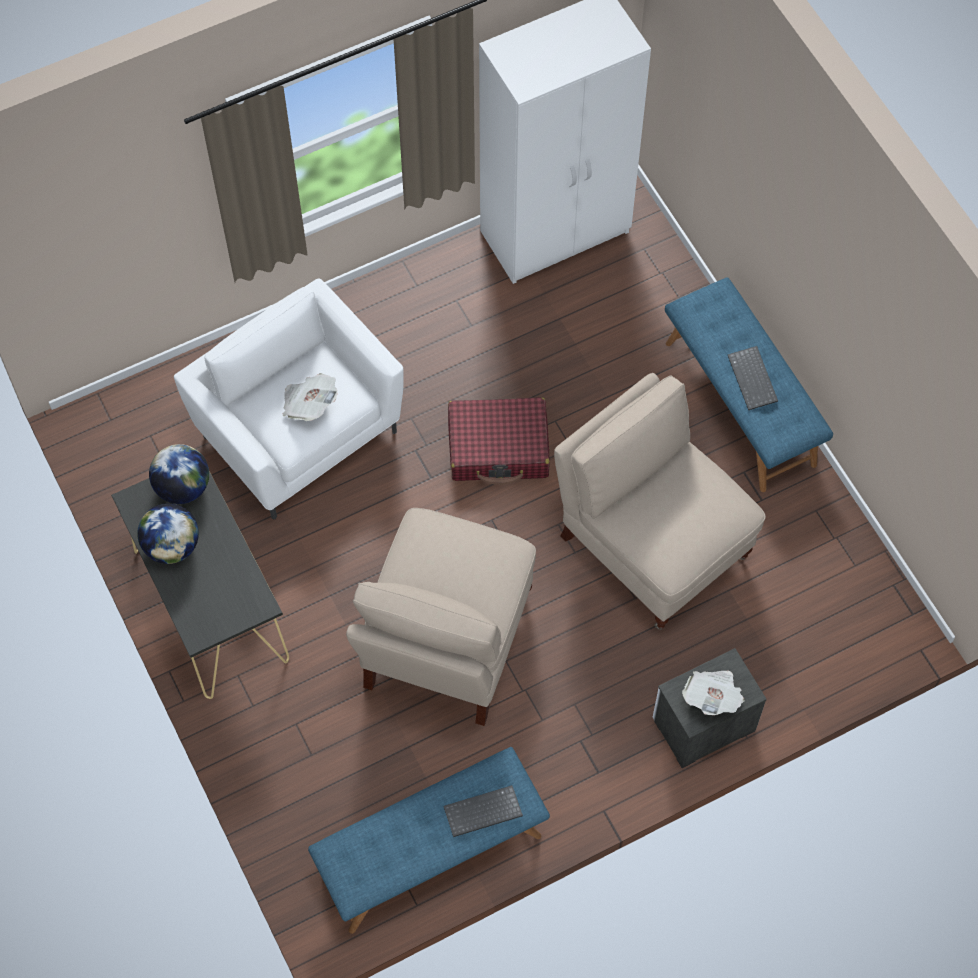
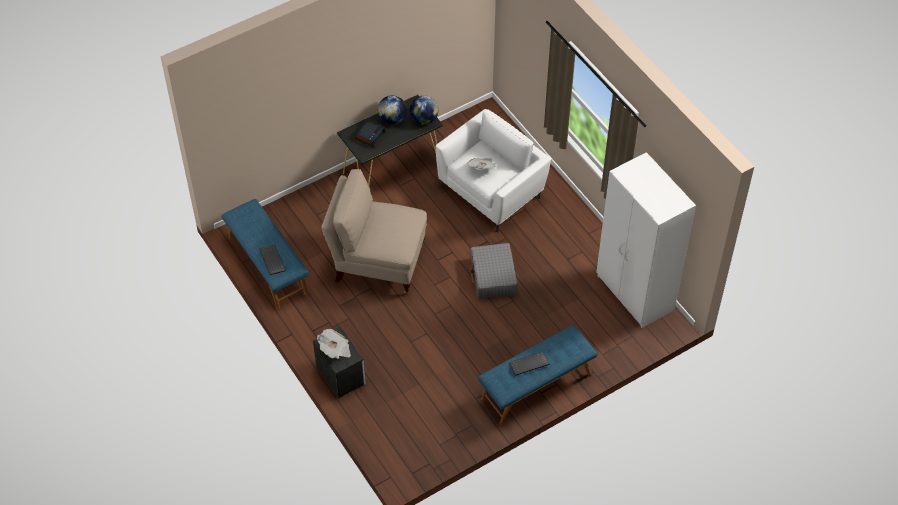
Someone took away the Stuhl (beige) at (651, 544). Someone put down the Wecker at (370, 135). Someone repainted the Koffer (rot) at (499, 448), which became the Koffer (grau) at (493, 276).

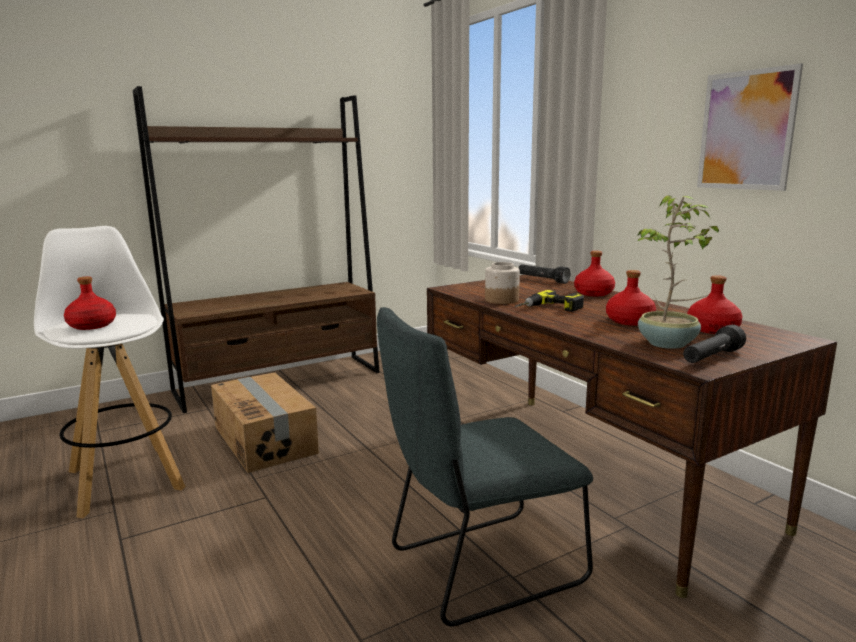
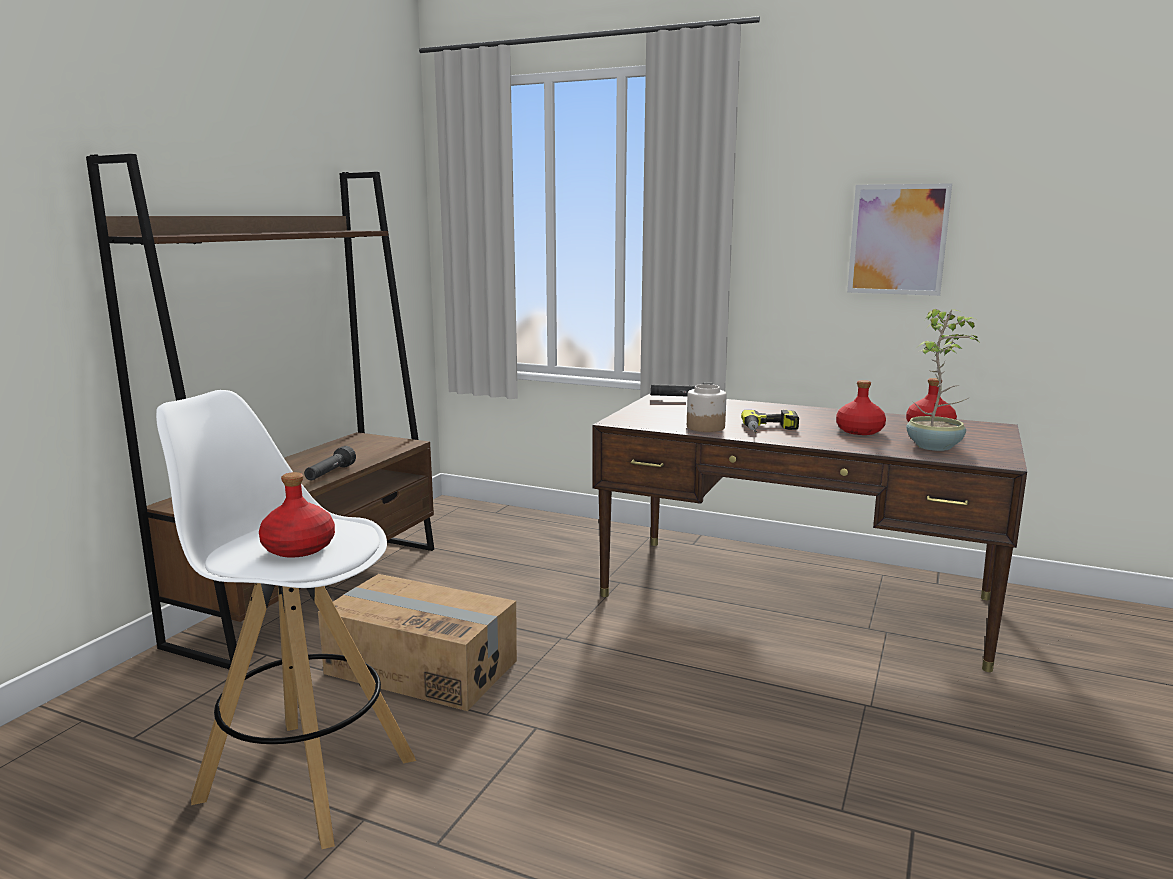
Someone took away the Stuhl (grau) at (478, 568). Someone took away the Flasche (rot) at (594, 293). Someone carried the Taschenlampe (schwarz) from (711, 358) to (330, 474).

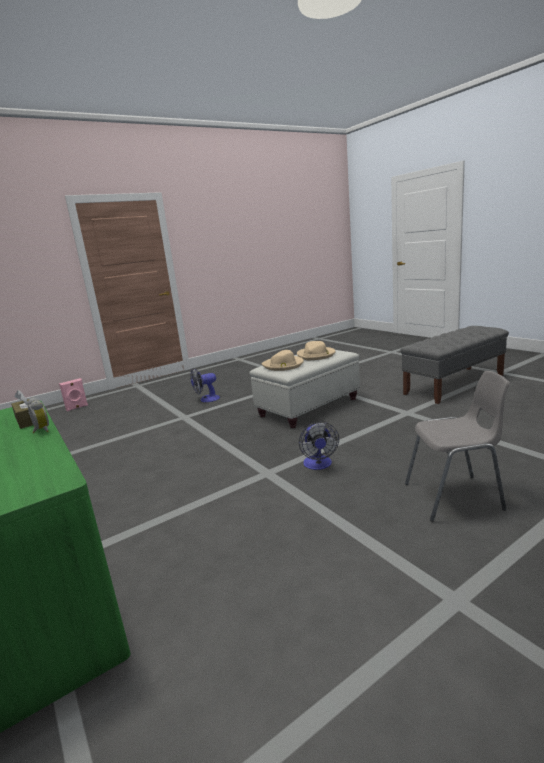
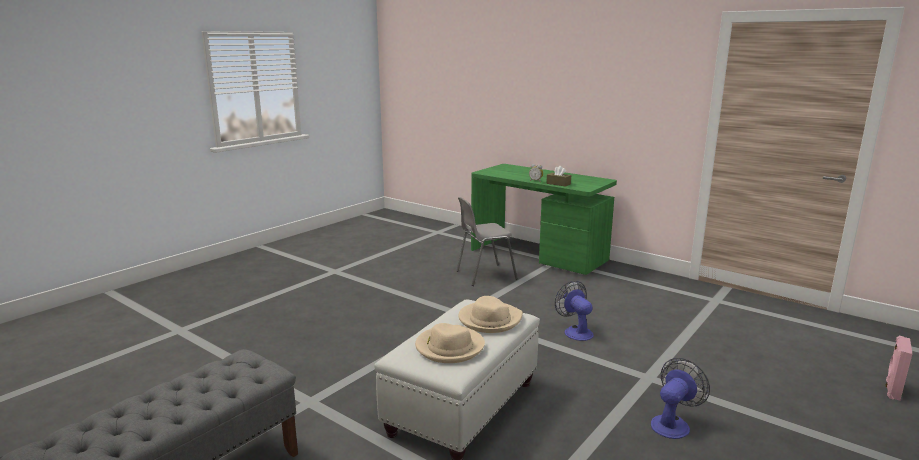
Someone carried the Ventilator from (318, 465) to (575, 331). Someone carried the Stuhl (grau) from (455, 497) to (484, 275).

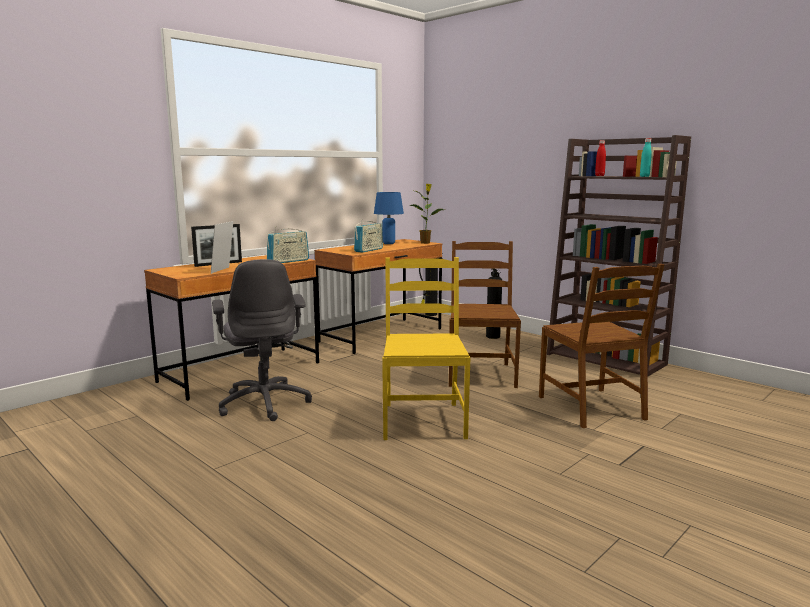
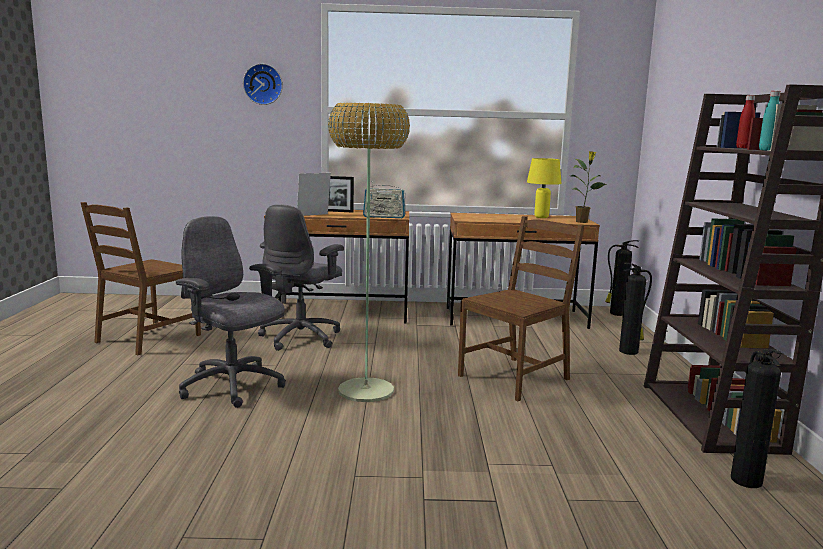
Someone took away the Radio at (368, 250). Someone put down the Bürostuhl (grau) at (233, 387). Someone put up the Wanduhr at (263, 84). Someone put down the Feuerlöscher at (745, 479). Someone carried the Stuhl (braun) from (592, 408) to (147, 338). Someone swapped the Stuhl (gelb) at (422, 420) for the Stehlampe at (366, 390). Someone repainted the Tischlampe (blau) at (389, 243), which became the Tischlampe (gelb) at (541, 217).

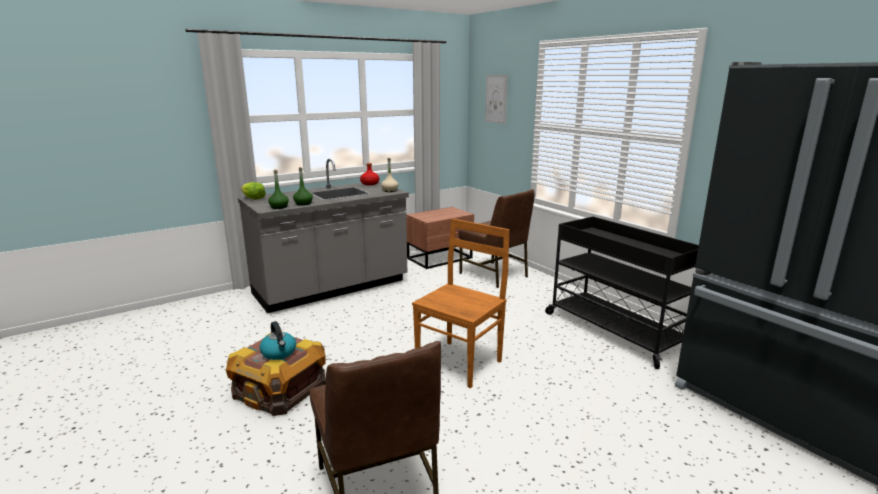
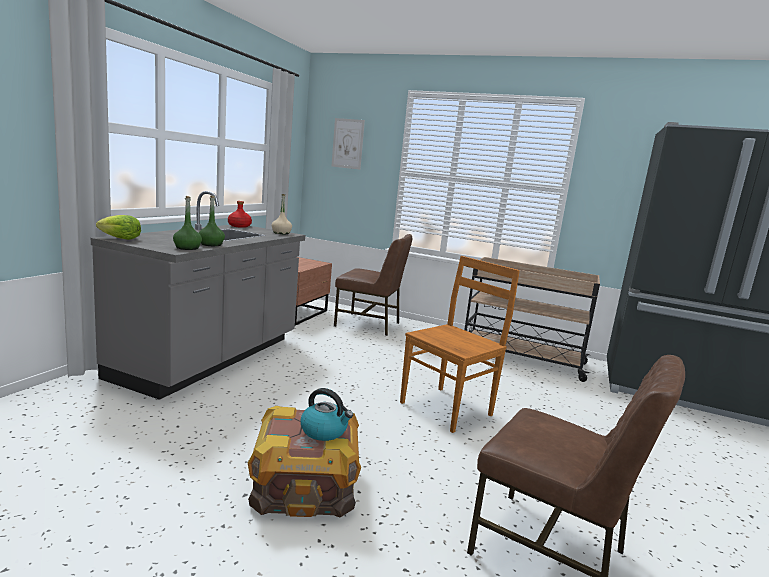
Someone repainted the Rollwagen (schwarz) at (613, 330), which became the Rollwagen (beige) at (519, 358). Someone rotated the Stuhl (braun) at (460, 362) by 45 degrees clockwise.

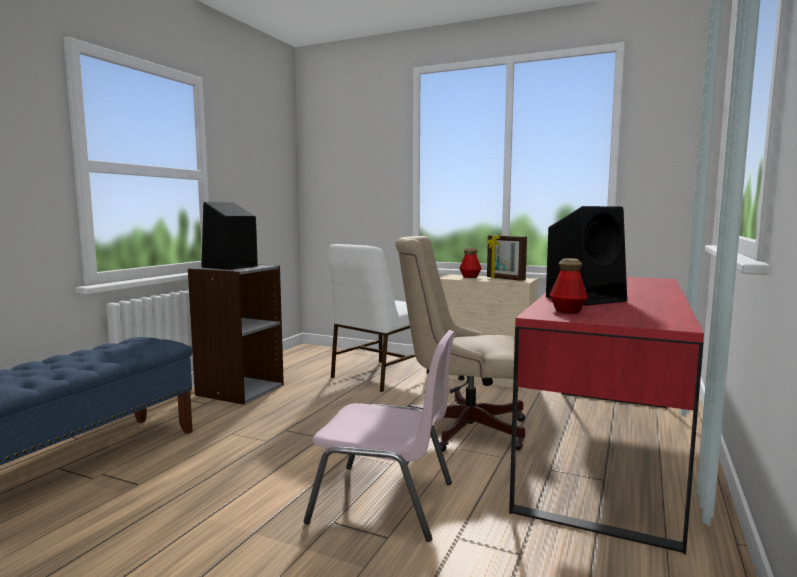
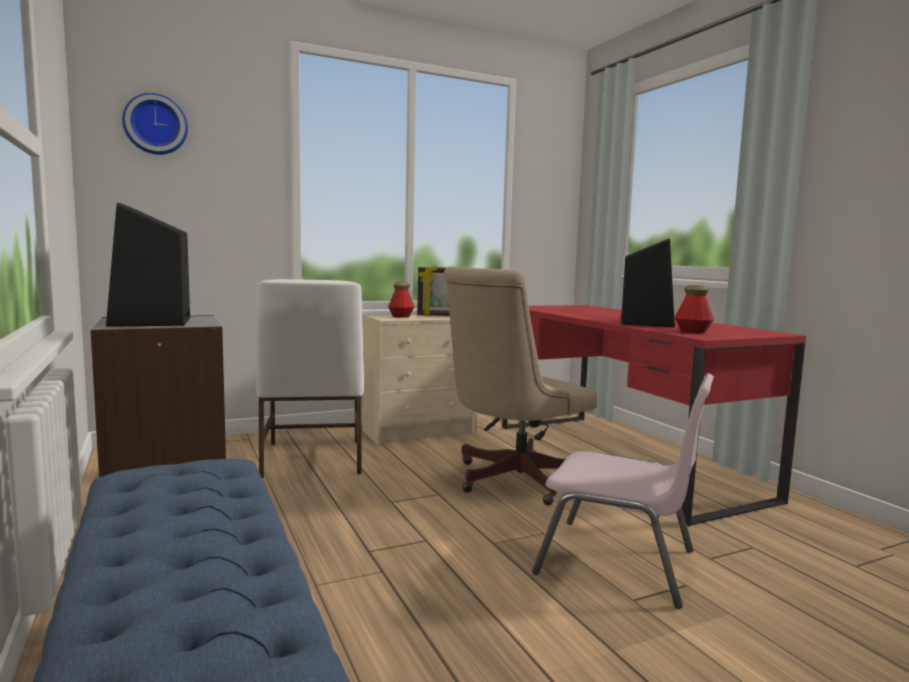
Someone put up the Wanduhr at (155, 125). Someone rotated the Stuhl (rosa) at (385, 502) by 60 degrees clockwise.

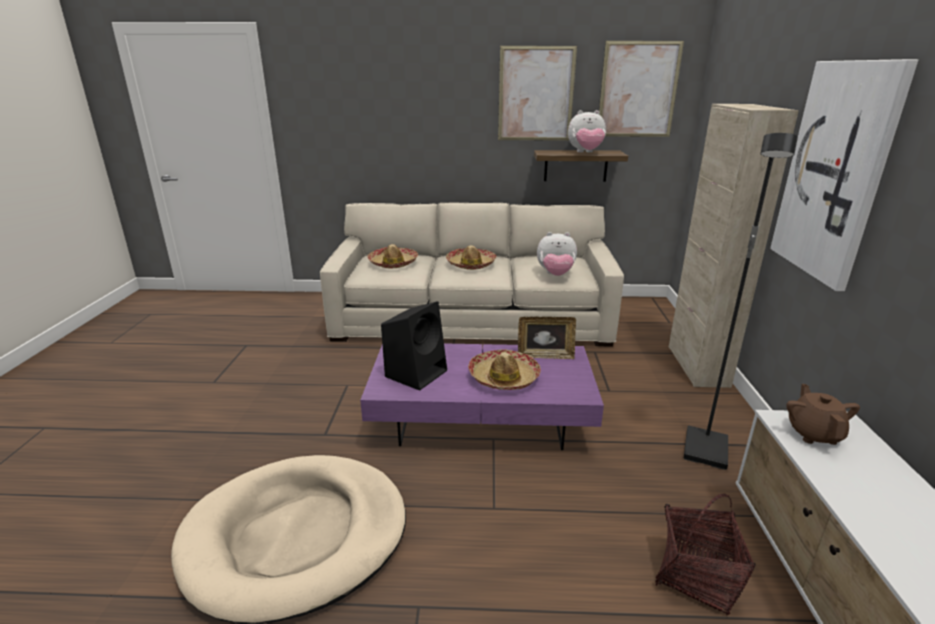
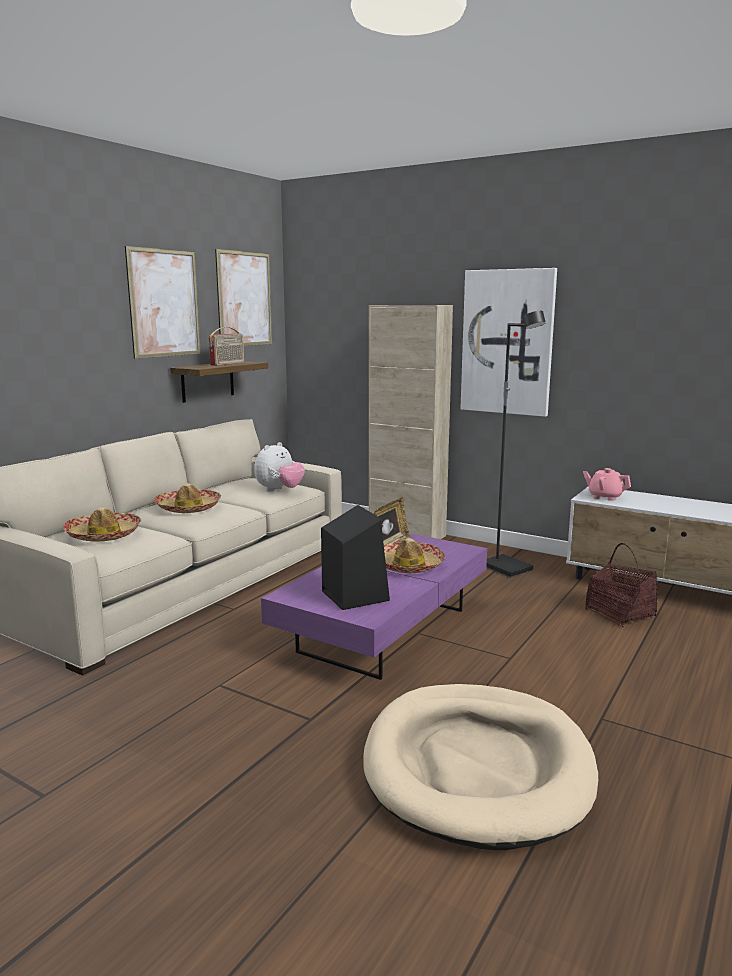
Someone swapped the Plüschtier at (585, 153) for the Radio at (228, 364). Someone repainted the Teekanne (braun) at (813, 433), which became the Teekanne (rosa) at (605, 497).

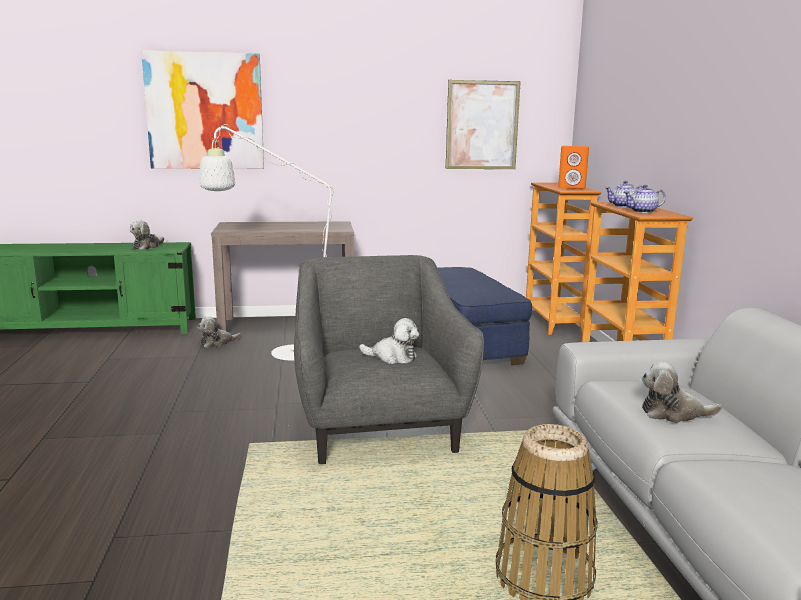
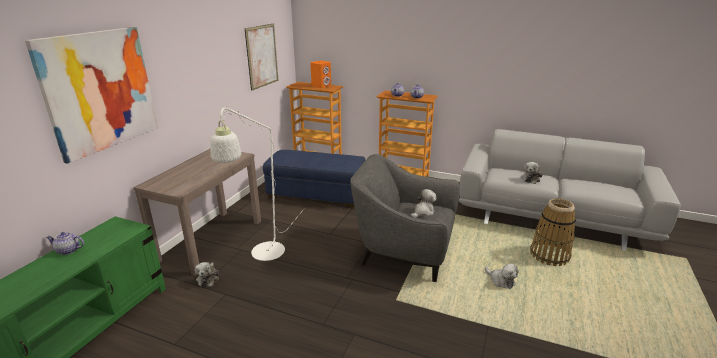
Someone put down the Teekanne at (68, 250). Someone carried the Plüschtier from (147, 246) to (501, 281).

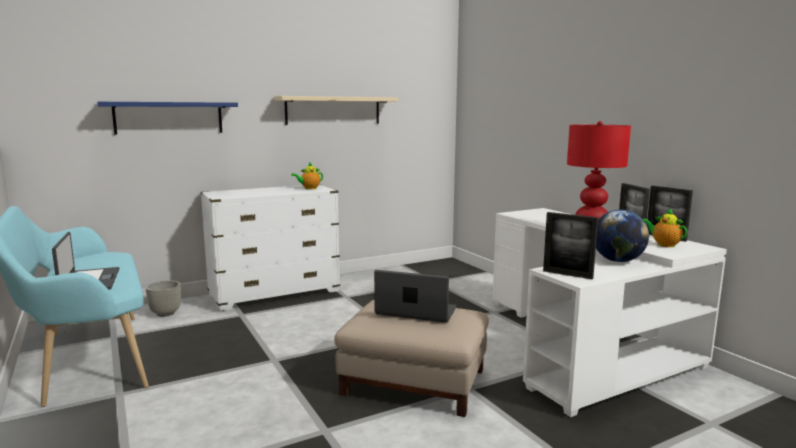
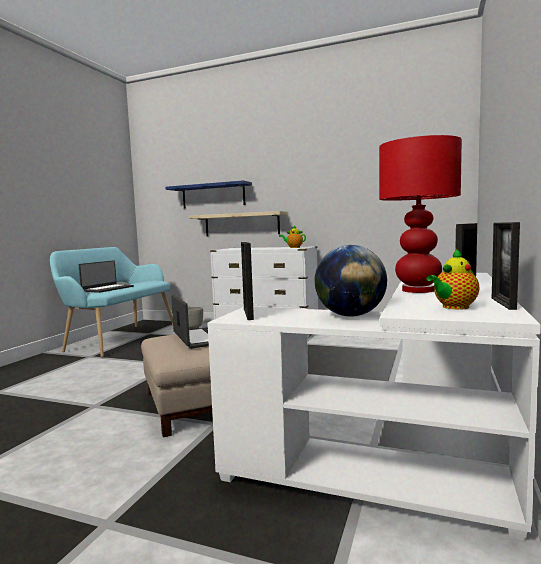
Someone carried the Wandregal (beige) from (333, 110) to (241, 224). Someone rotated the Teekanne at (664, 244) by 135 degrees counterclockwise.

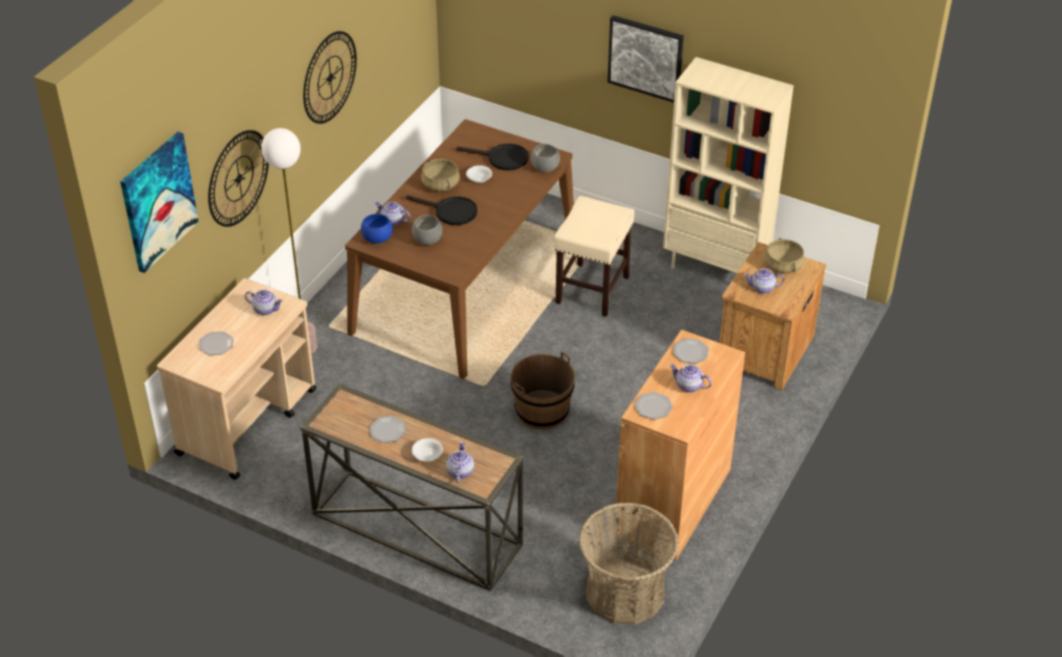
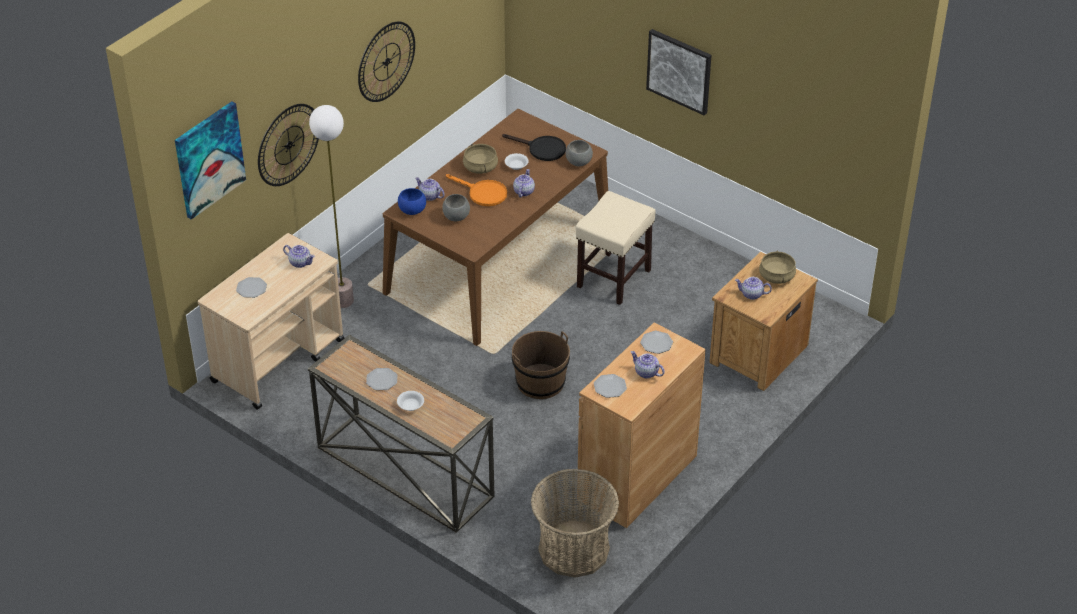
Someone took away the Bücherregal (beige) at (716, 268). Someone carried the Teekanne from (459, 471) to (523, 191). Someone repainted the Pfanne (schwarz) at (450, 212), which became the Pfanne (orange) at (483, 193).

